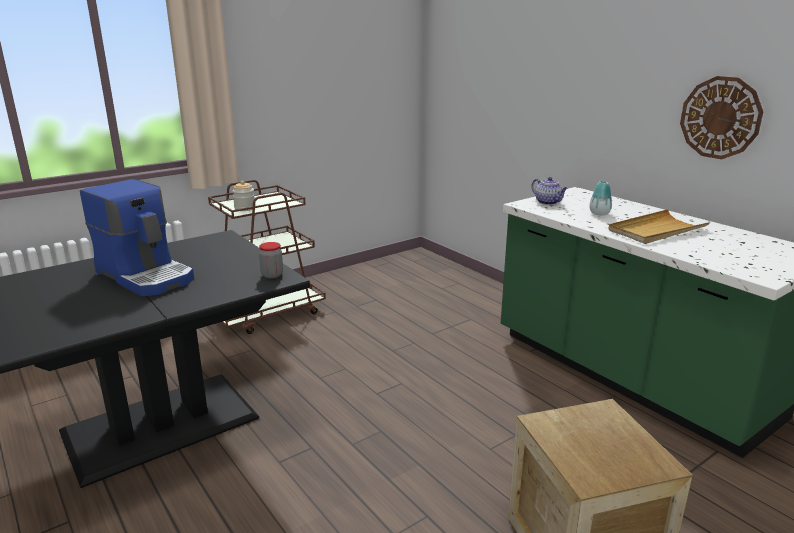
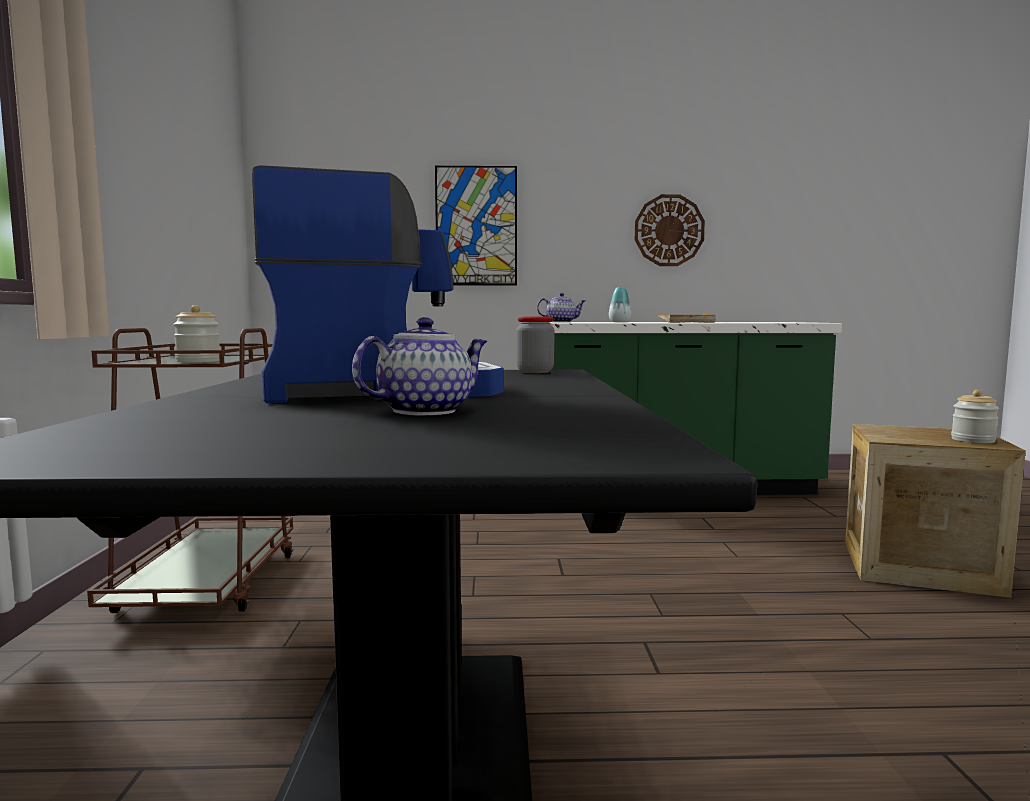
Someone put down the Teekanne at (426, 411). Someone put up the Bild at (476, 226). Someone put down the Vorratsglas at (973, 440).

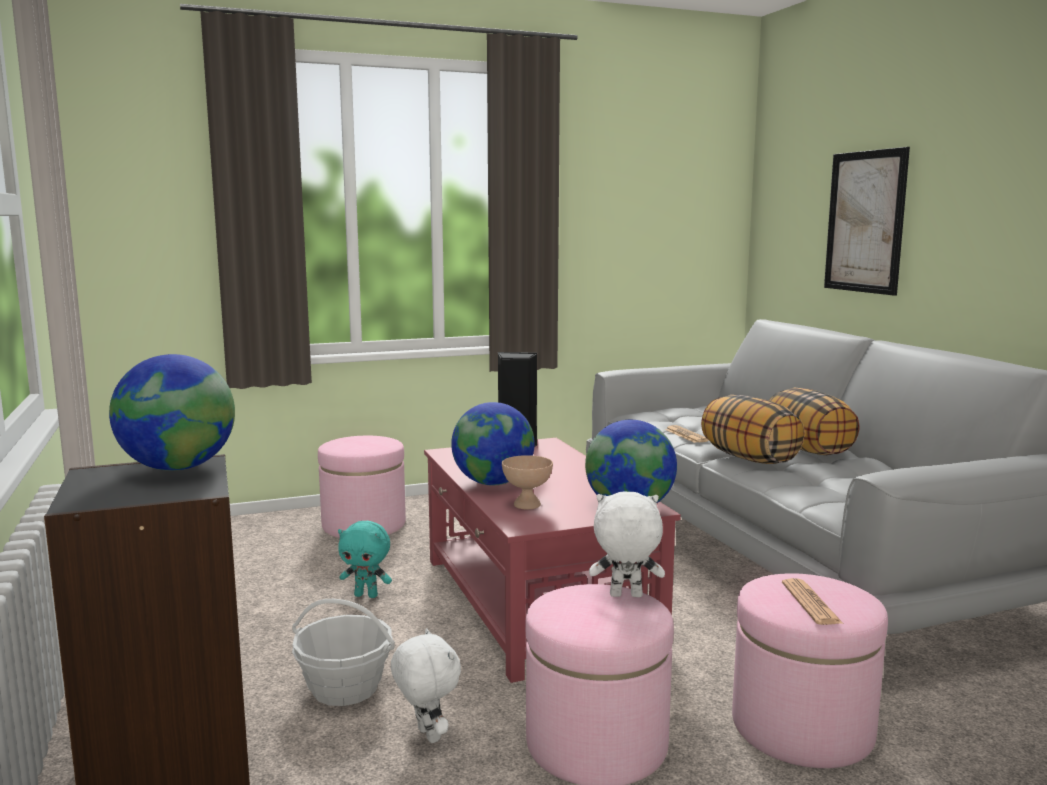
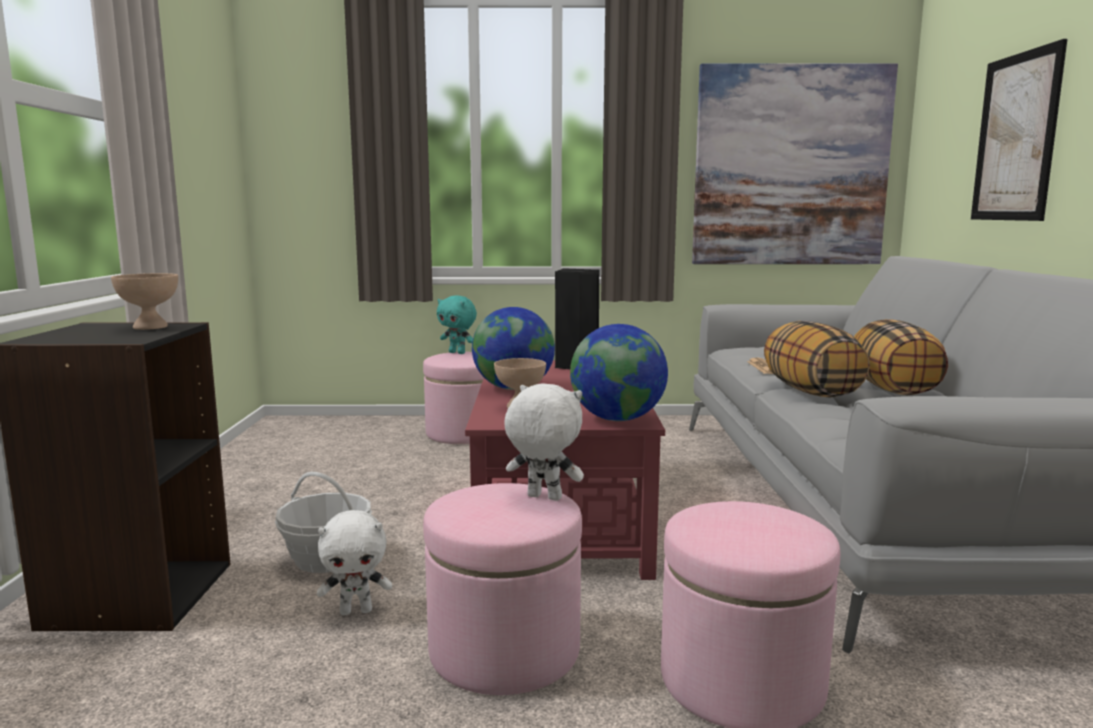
Someone took away the Zeitung at (811, 603). Someone put up the Bild at (790, 166). Someone carried the Plüschtier (türkis) from (366, 595) to (458, 353). Someone swapped the Globus at (178, 468) for the Schüssel (beige) at (151, 327). Someone rotated the Plüschtier (weiß) at (426, 735) by 90 degrees clockwise.

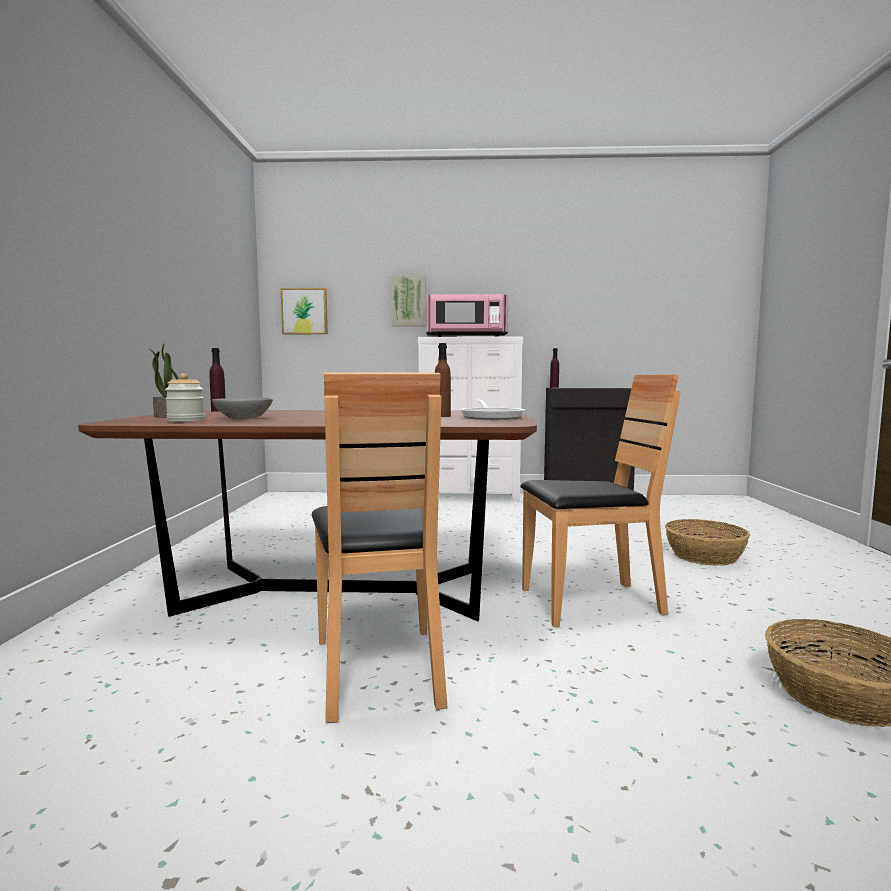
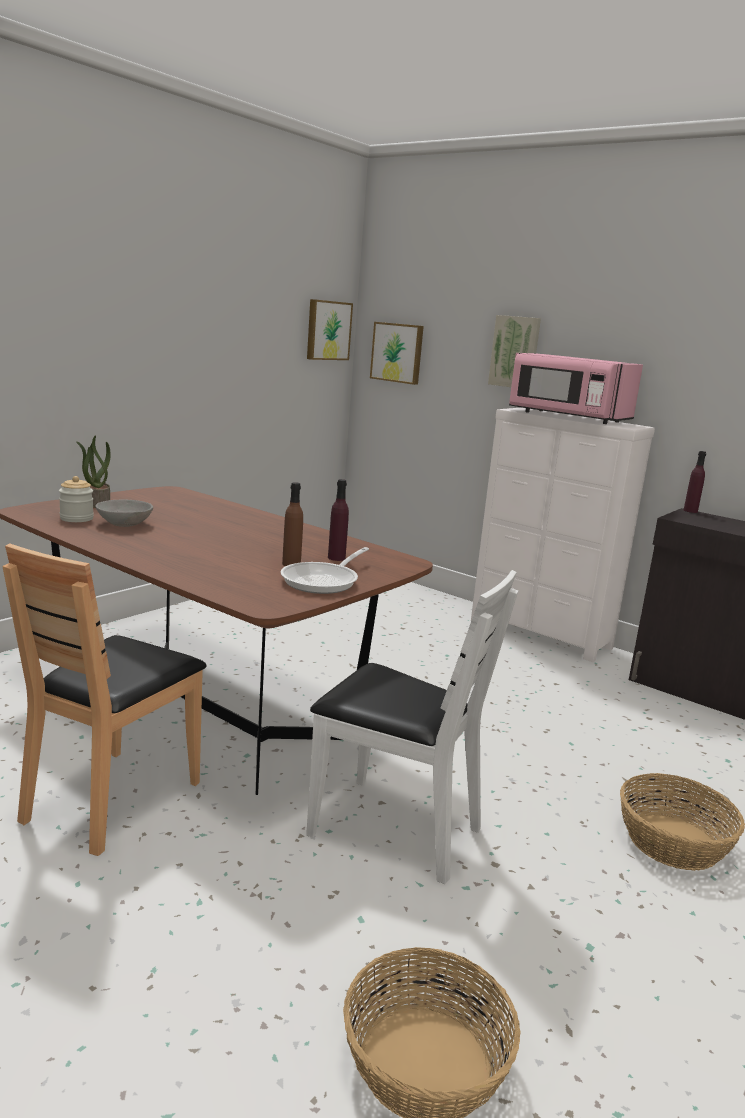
Someone put up the Bild at (327, 330). Someone carried the Flasche (lila) from (218, 411) to (336, 558). Someone repainted the Stuhl (braun) at (590, 603), which became the Stuhl (weiß) at (394, 829).

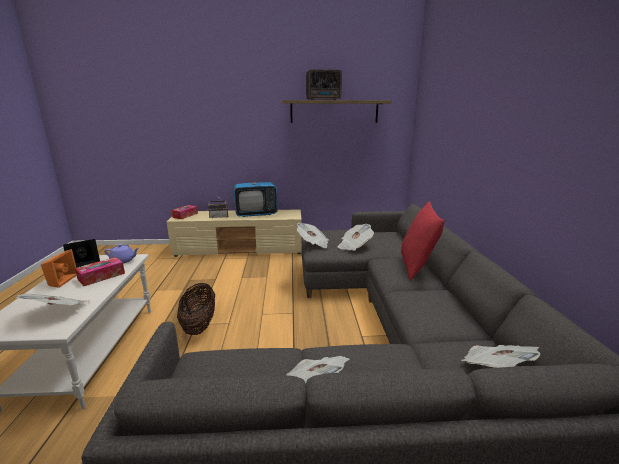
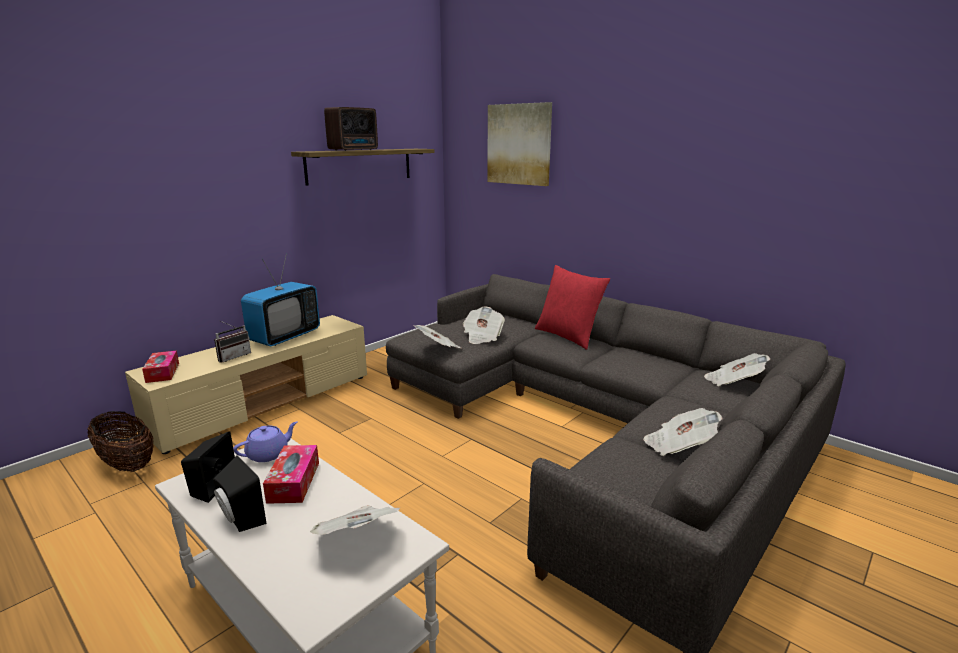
Someone put up the Bild at (519, 144). Someone carried the Korb from (199, 325) to (127, 464). Someone repainted the Lautsprecher (orange) at (60, 281), which became the Lautsprecher (schwarz) at (239, 518).

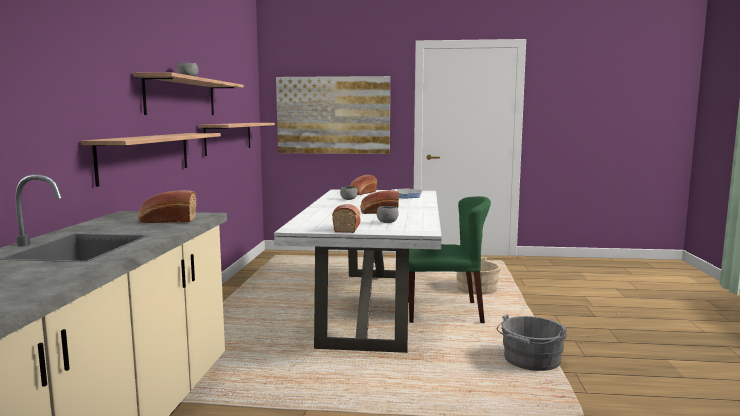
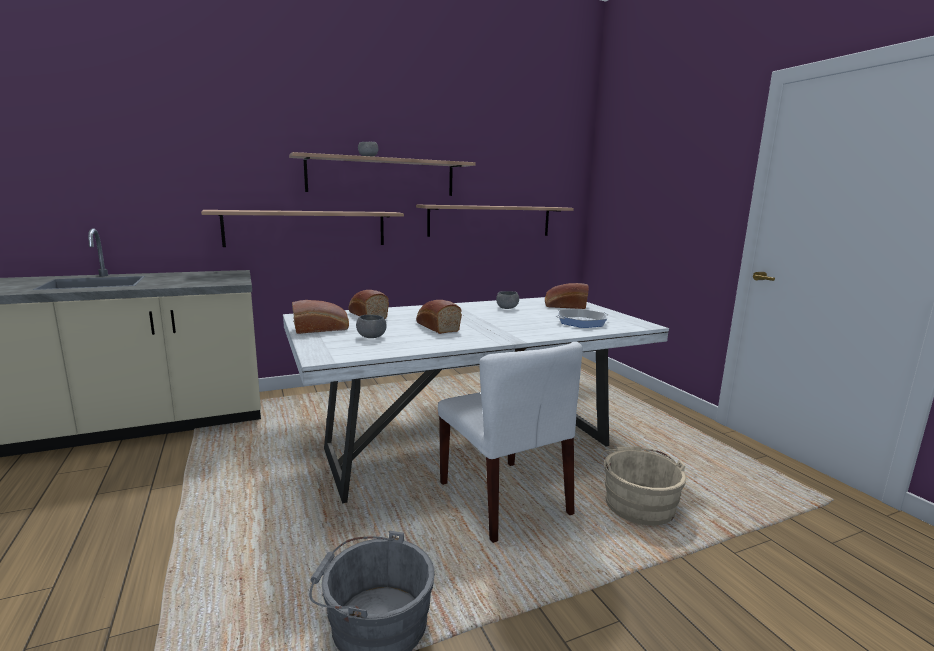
Someone took away the Bild at (333, 115). Someone carried the Brot from (167, 220) to (367, 315). Someone repainted the Stuhl (grün) at (444, 312), which became the Stuhl (weiß) at (505, 499).

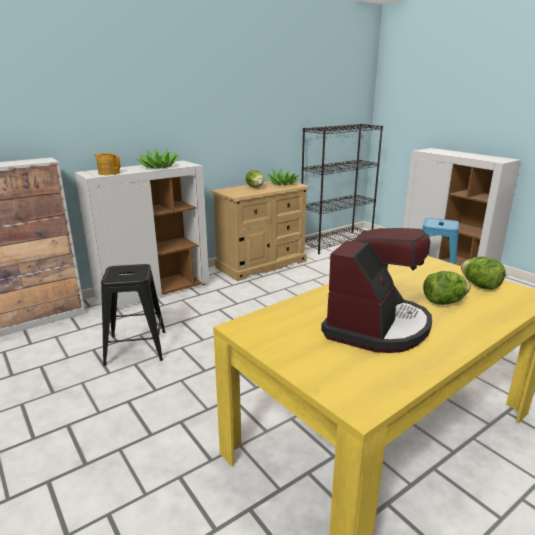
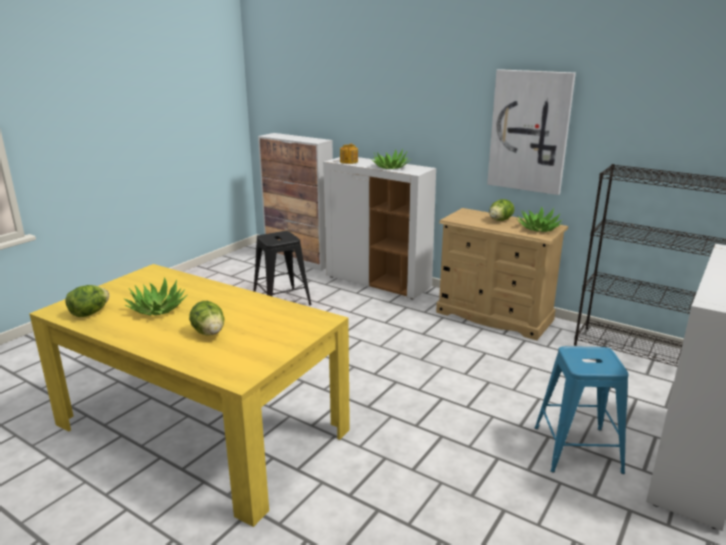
Someone put up the Bild at (529, 131). Someone carried the Salatkopf from (480, 286) to (89, 313). Someone swapped the Kaffeemaschine at (376, 326) for the Topfpflanze at (157, 309).

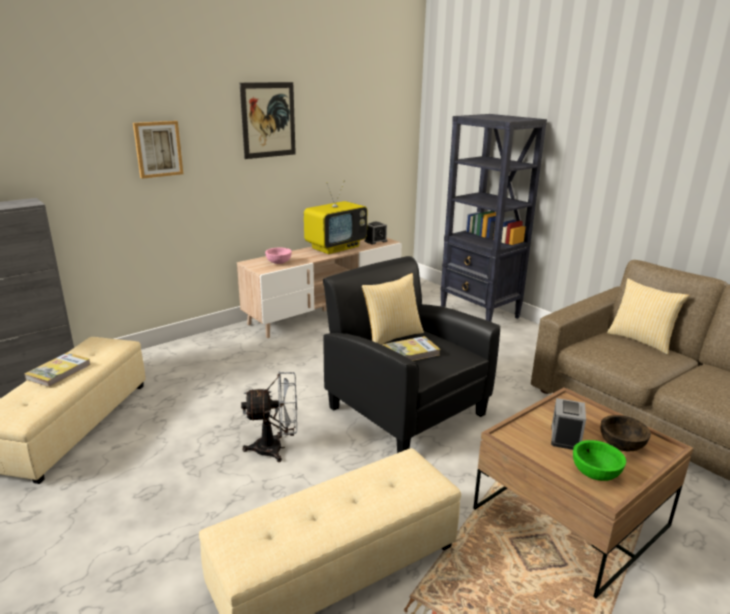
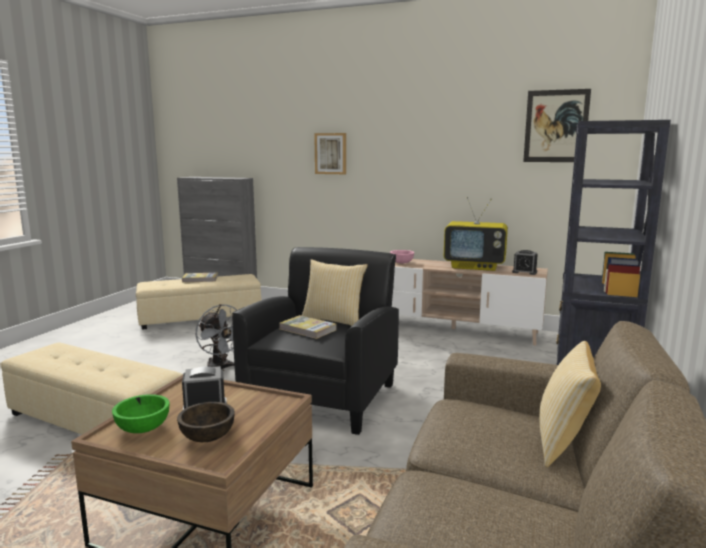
Someone carried the Bild from (268, 120) to (556, 126).

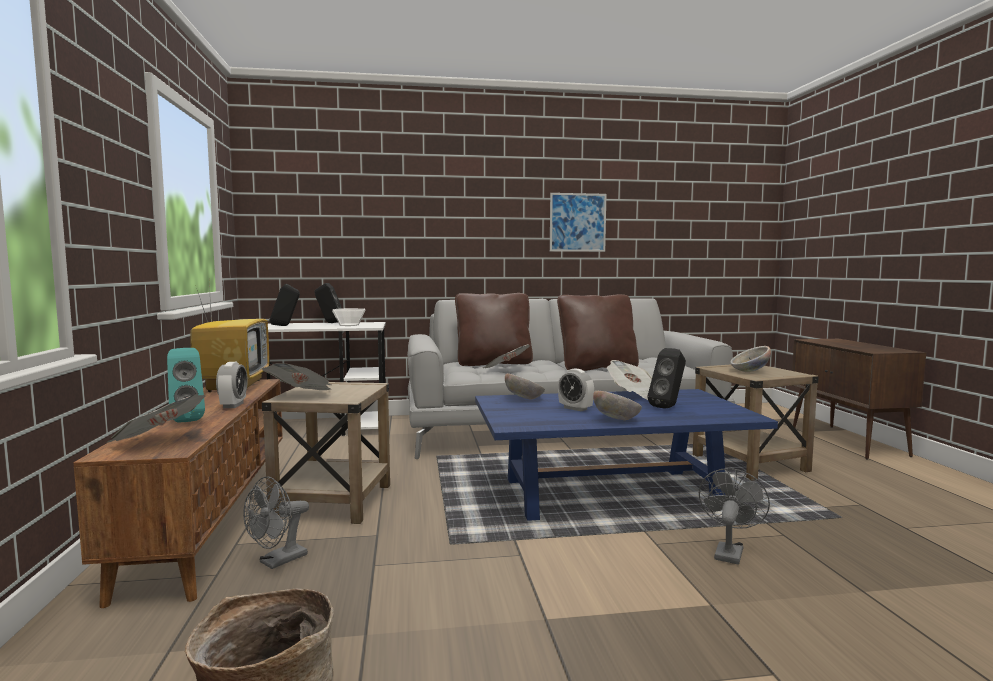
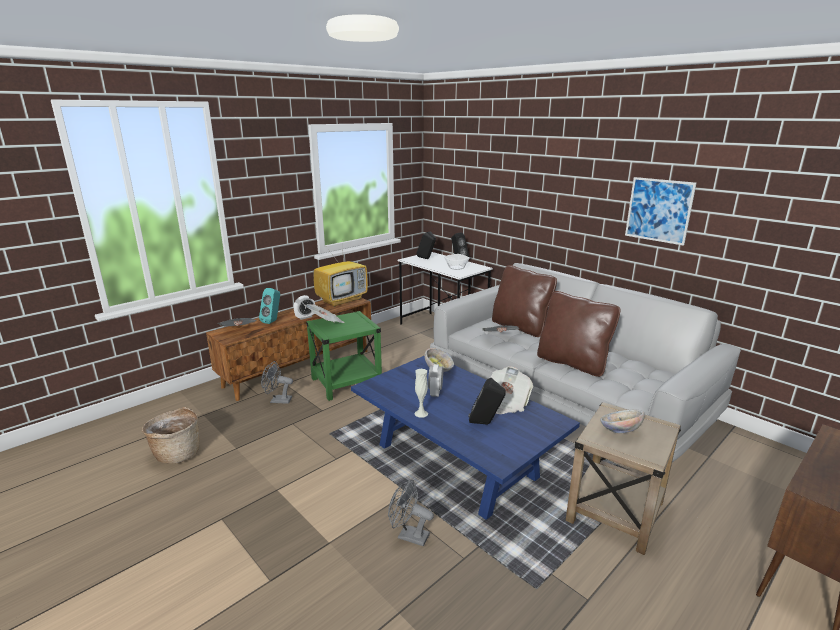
Someone swapped the Schüssel at (616, 420) for the Vase (weiß) at (421, 413). Someone repainted the Beistelltisch (beige) at (334, 502), which became the Beistelltisch (grün) at (347, 382). Someone rotated the Ventilator (grau) at (729, 551) by 150 degrees counterclockwise.

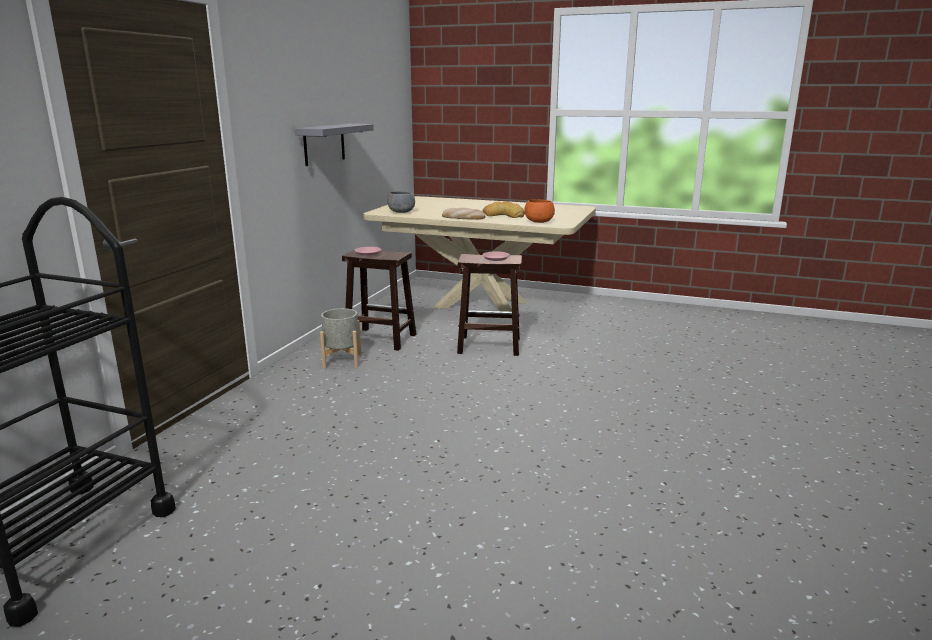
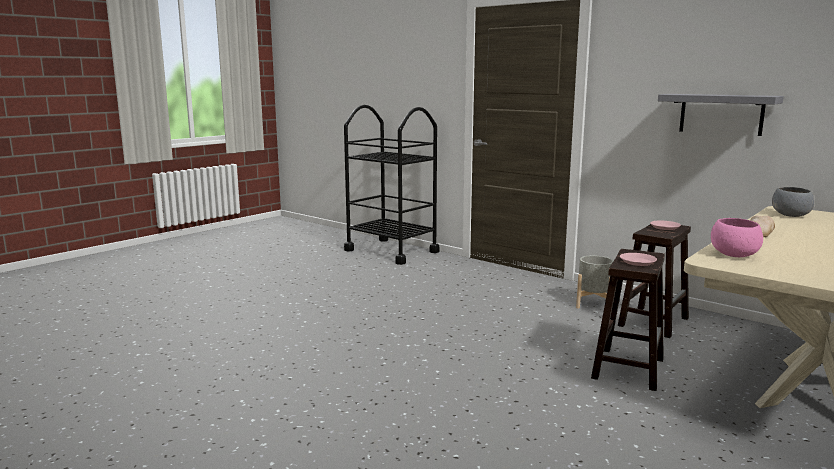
Someone took away the Brot at (504, 215). Someone repainted the Schüssel (orange) at (539, 222), which became the Schüssel (rosa) at (734, 255).

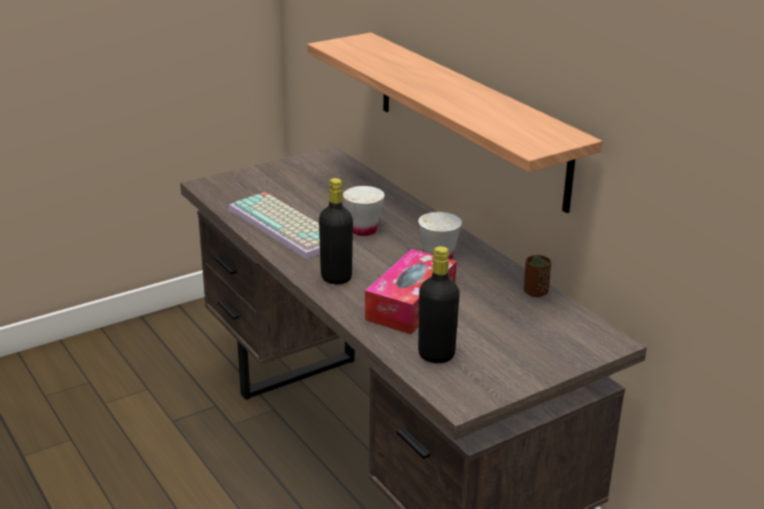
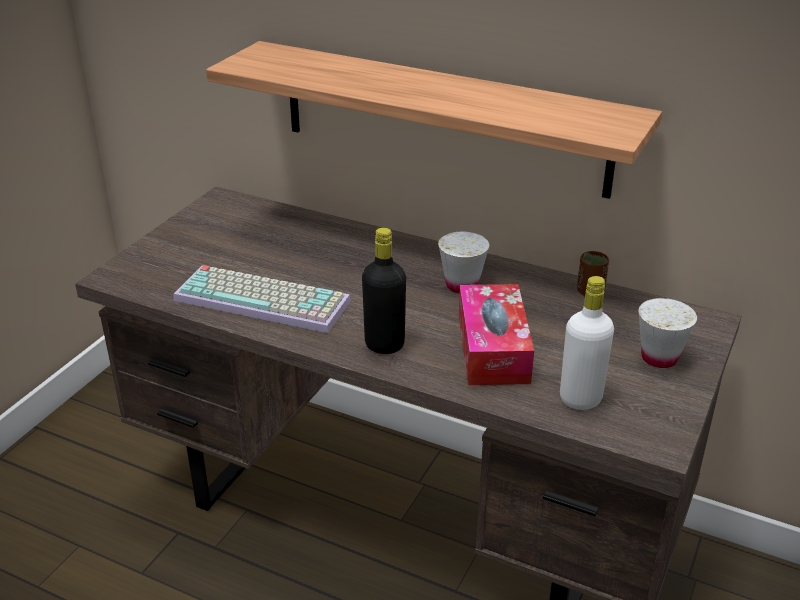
Someone carried the Tasse (weiß) from (363, 230) to (659, 358). Someone repainted the Flasche (schwarz) at (436, 355), which became the Flasche (weiß) at (580, 399).

